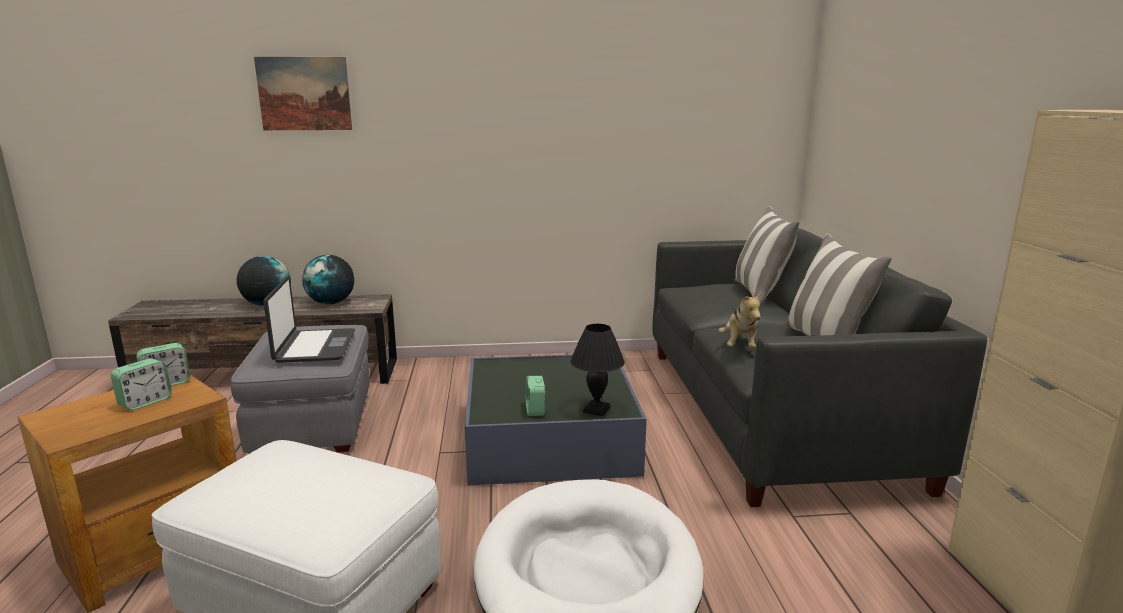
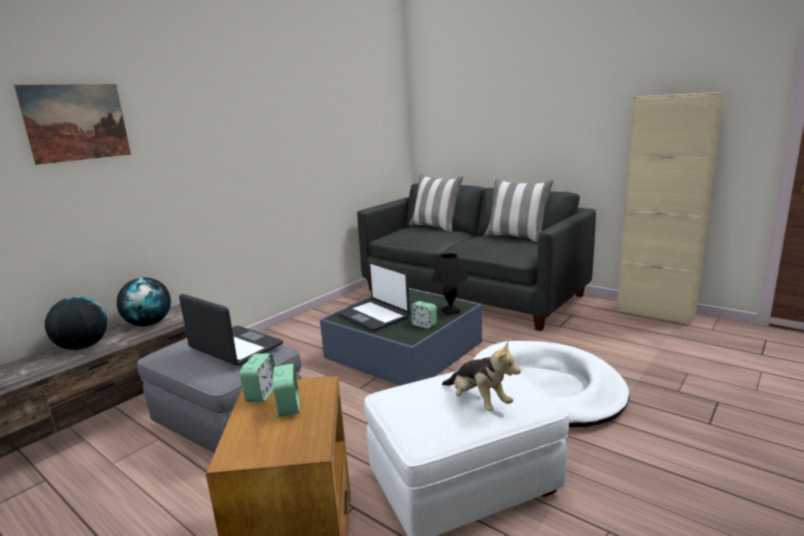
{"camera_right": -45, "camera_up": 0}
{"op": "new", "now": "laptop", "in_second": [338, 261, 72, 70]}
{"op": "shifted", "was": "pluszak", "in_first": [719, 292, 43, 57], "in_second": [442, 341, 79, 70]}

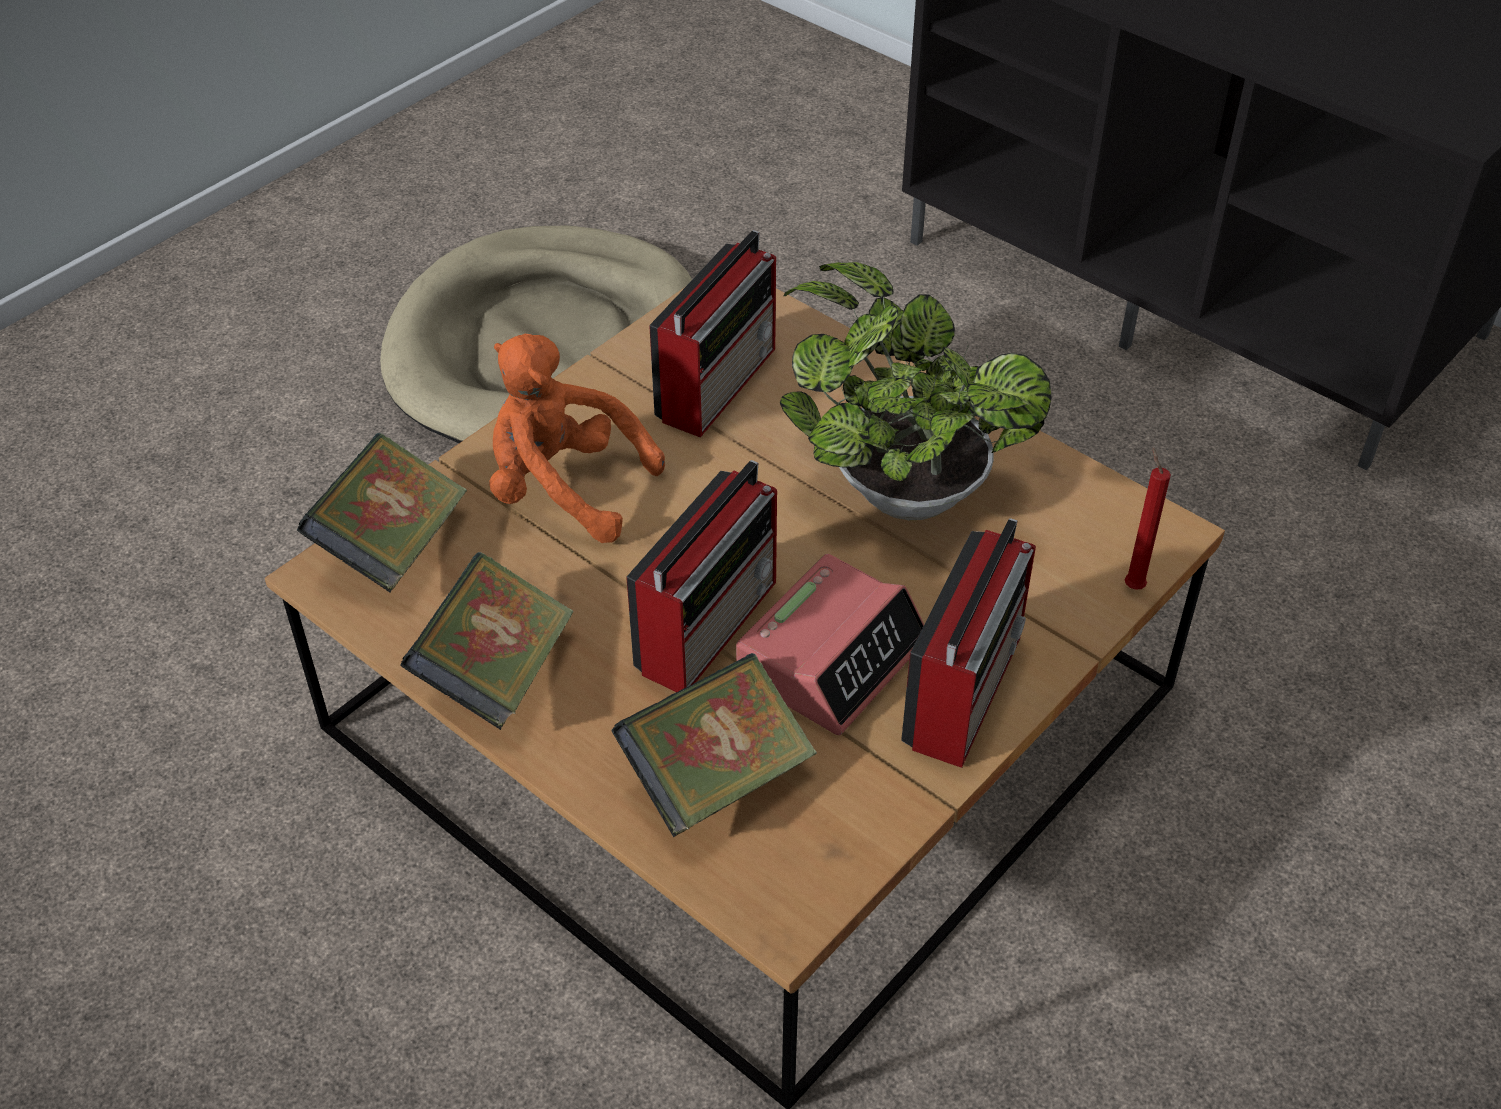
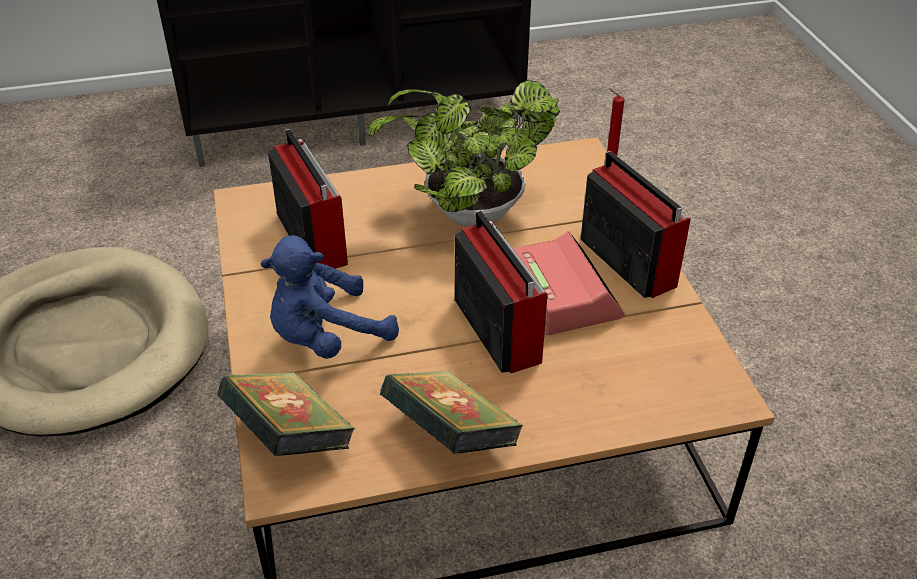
{"camera_right": -55, "camera_up": -5}
{"op": "gone", "was": "książka", "in_first": [611, 653, 206, 184]}
{"op": "repainted", "was": "pluszak (pomarańczowy)", "now": "pluszak (niebieski)", "in_first": [490, 334, 175, 209], "in_second": [261, 235, 138, 124]}

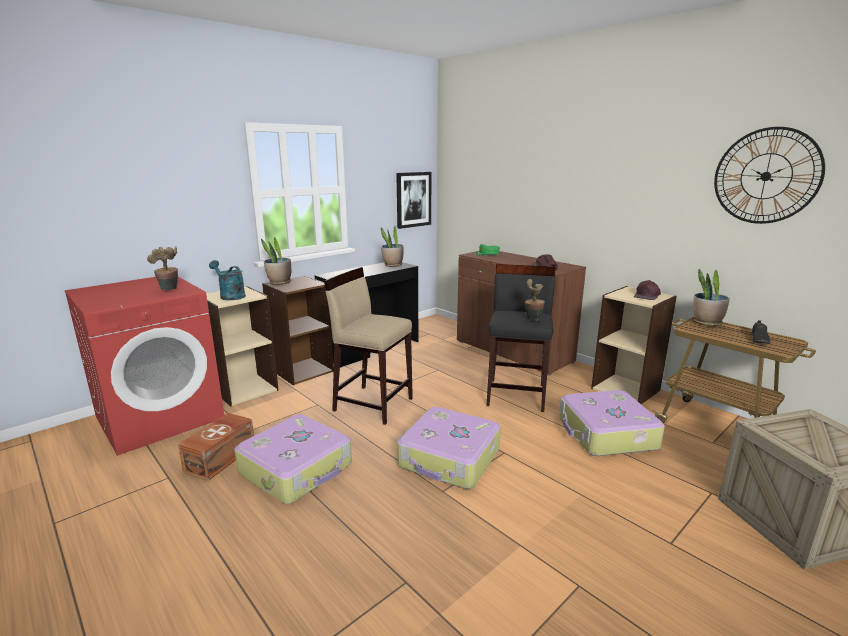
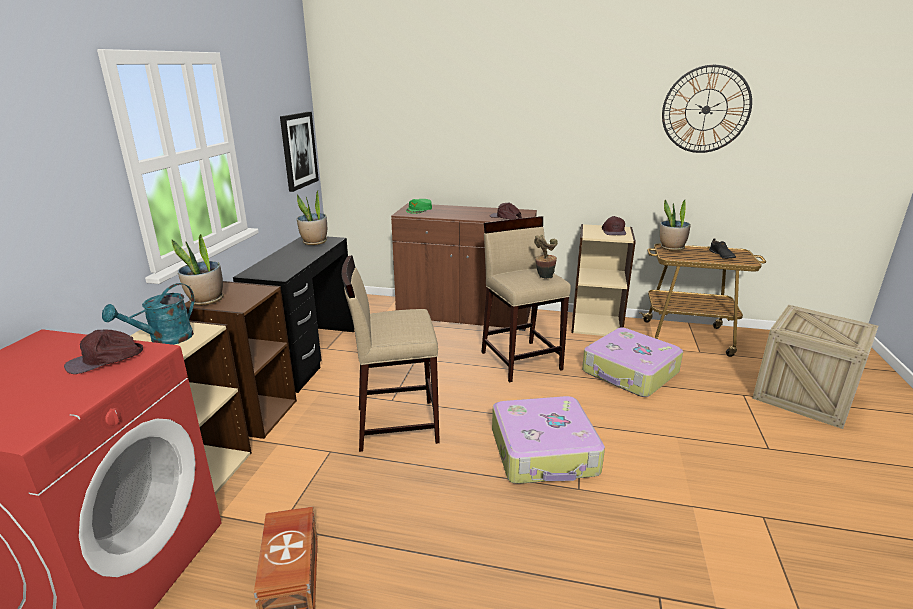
{"camera_right": -35, "camera_up": 5}
{"op": "gone", "was": "walizka", "in_first": [235, 414, 117, 90]}
{"op": "swapped", "was": "roślina doniczkowa", "now": "czapka z daszkiem (brązowy)", "in_first": [147, 246, 31, 44], "in_second": [64, 330, 79, 44]}
{"op": "repainted", "was": "stołek (czarny)", "now": "stołek (beżowy)", "in_first": [486, 264, 70, 148], "in_second": [481, 216, 90, 166]}
{"op": "rotated", "was": "konewka (turkusowy)", "in_first": [209, 260, 37, 40], "in_second": [102, 283, 92, 62], "clockwise": -60}

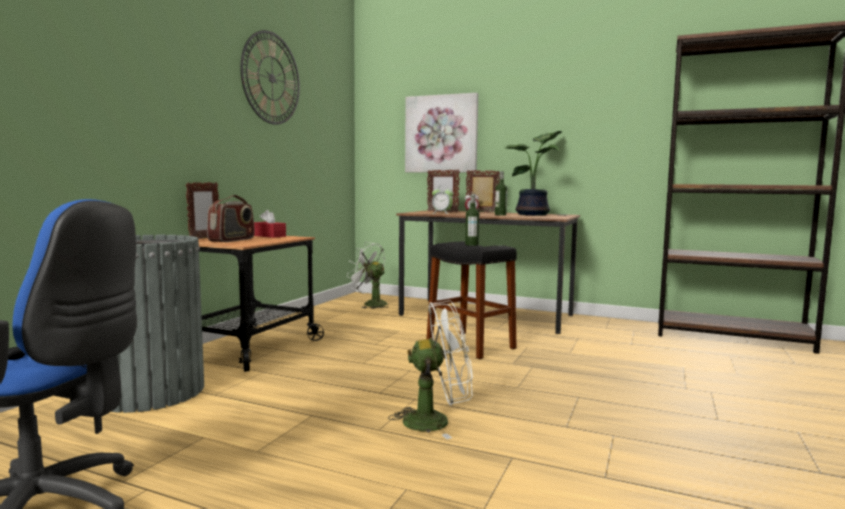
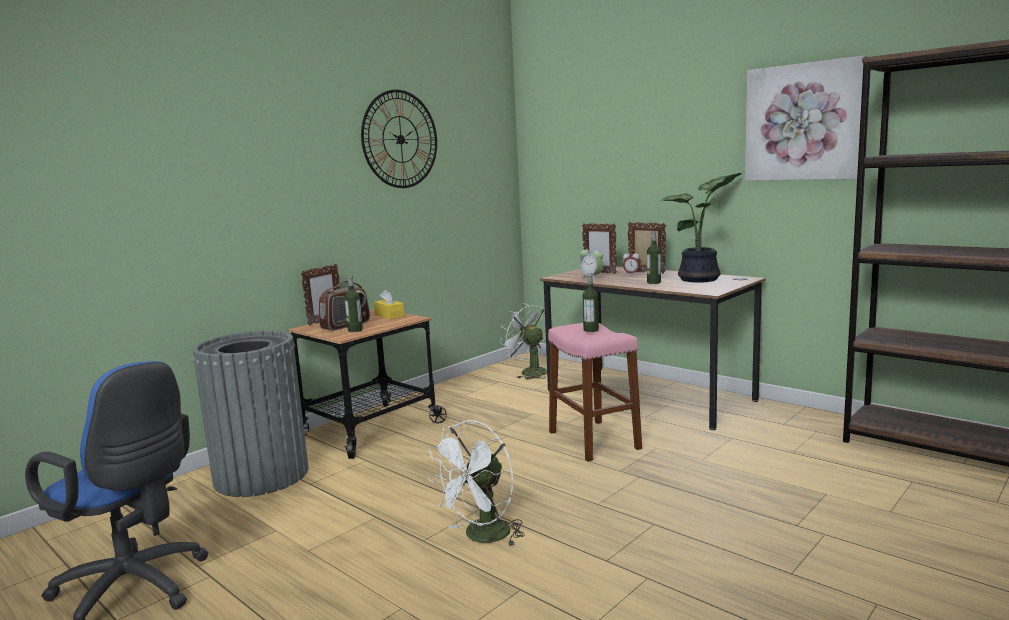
{"camera_right": 20, "camera_up": 5}
{"op": "new", "now": "butelka", "in_second": [345, 275, 18, 57]}
{"op": "shifted", "was": "obraz", "in_first": [405, 93, 73, 80], "in_second": [745, 55, 122, 126]}
{"op": "repainted", "was": "pudełko chusteczek (czerwony)", "now": "pudełko chusteczek (żółty)", "in_first": [254, 210, 32, 28], "in_second": [374, 290, 30, 29]}
{"op": "repainted", "was": "stołek (czarny)", "now": "stołek (różowy)", "in_first": [427, 241, 90, 118], "in_second": [548, 323, 94, 139]}
{"op": "rotated", "was": "wentylator (biały)", "in_first": [388, 300, 85, 139], "in_second": [427, 420, 98, 127], "clockwise": 120}

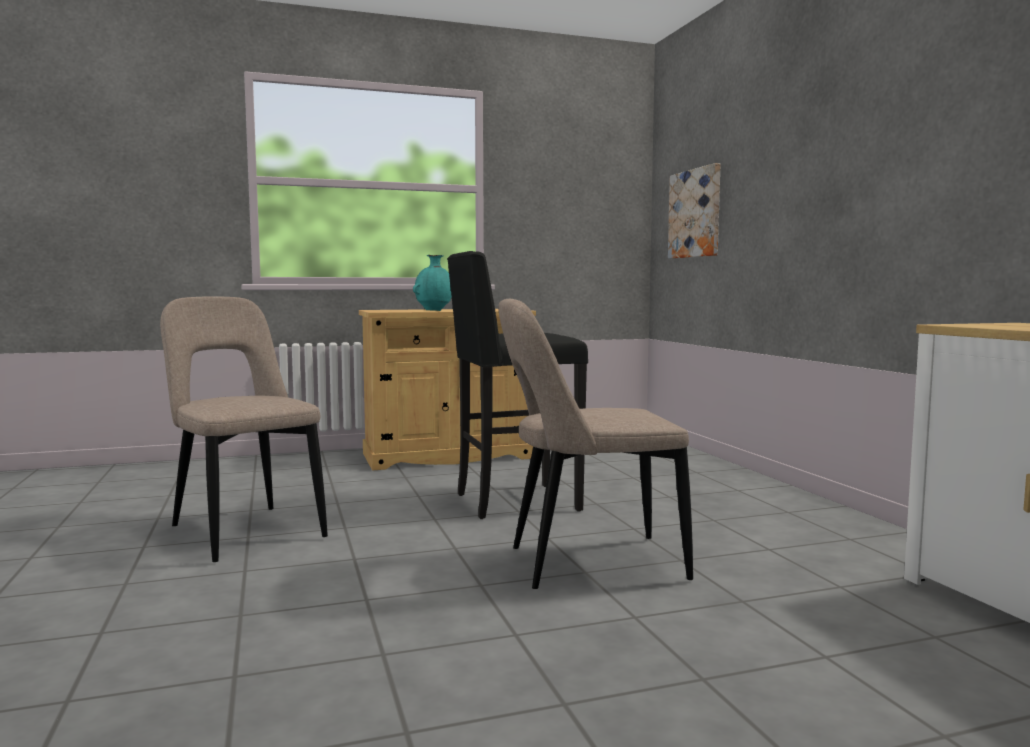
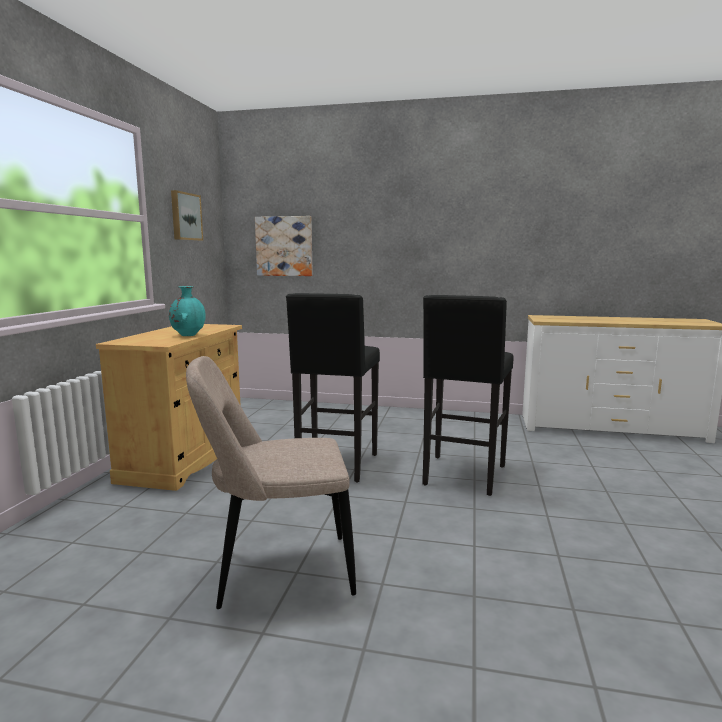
{"camera_right": -60, "camera_up": 5}
{"op": "new", "now": "obraz", "in_second": [171, 190, 32, 51]}
{"op": "swapped", "was": "krzesło (beżowy)", "now": "stołek (czarny)", "in_first": [498, 299, 195, 290], "in_second": [422, 295, 91, 201]}

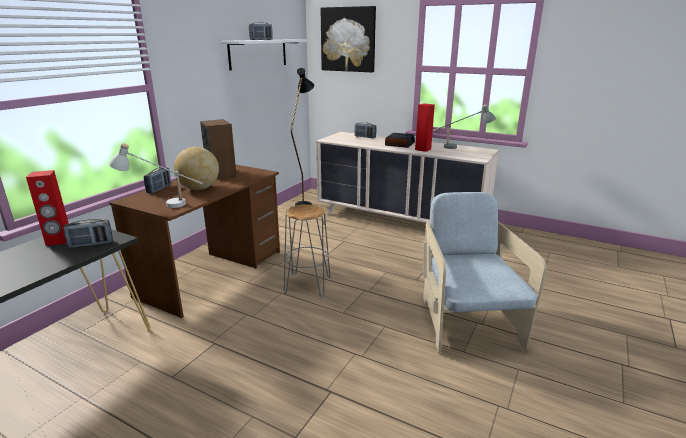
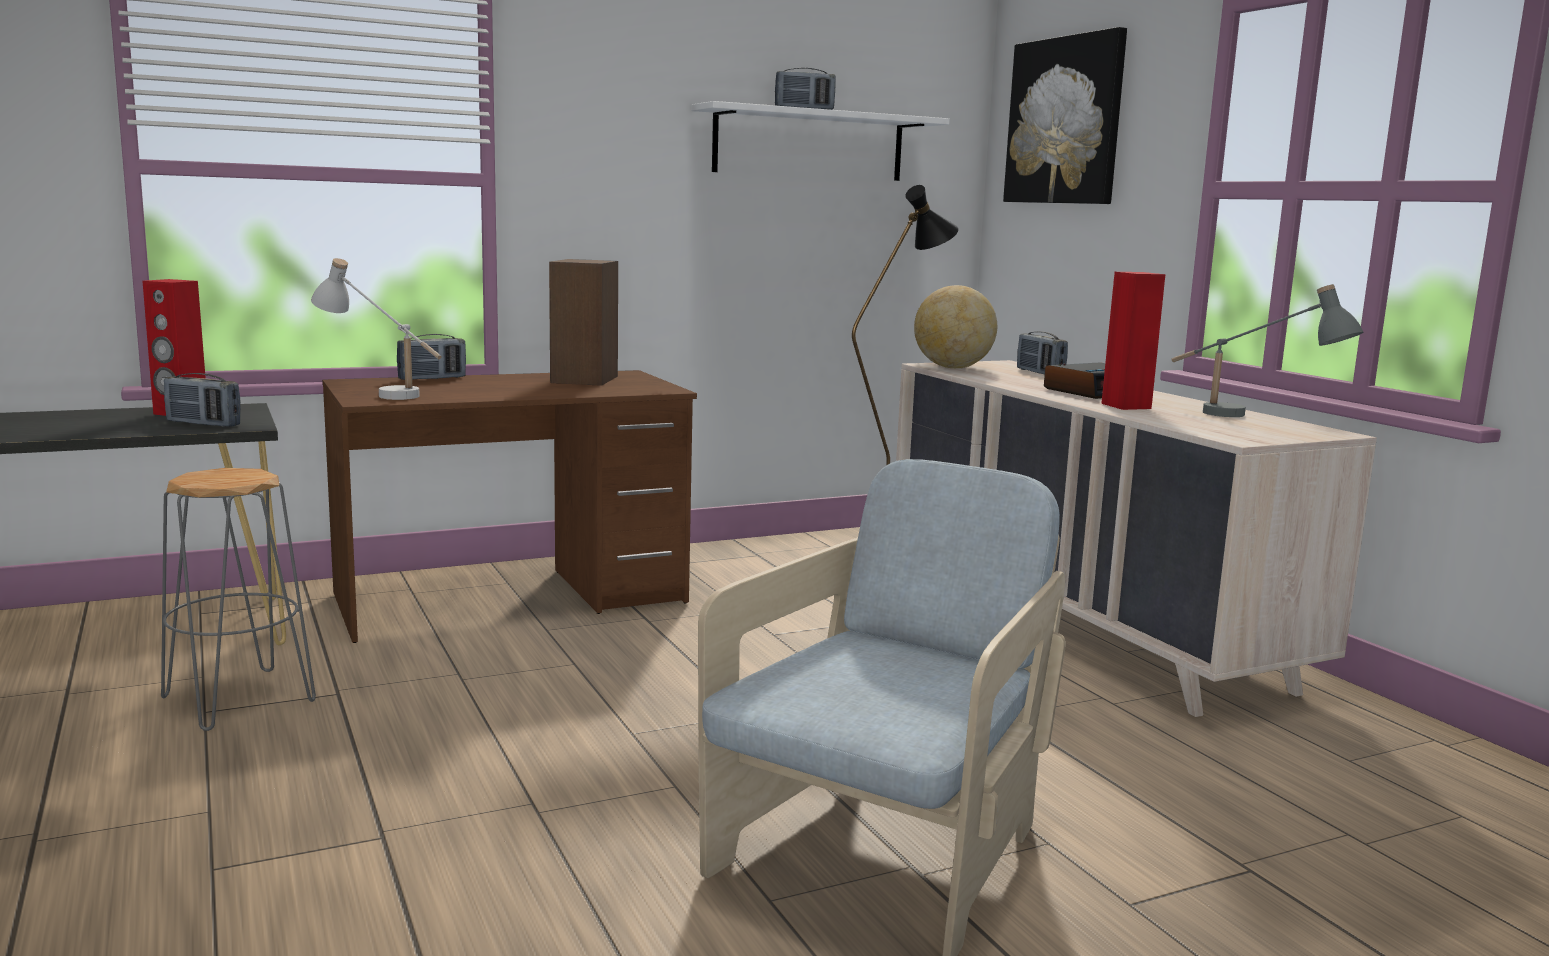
{"camera_right": 35, "camera_up": -10}
{"op": "shifted", "was": "globus", "in_first": [174, 147, 45, 43], "in_second": [914, 285, 83, 83]}
{"op": "shifted", "was": "stołek (szary)", "in_first": [284, 204, 47, 93], "in_second": [161, 468, 155, 263]}

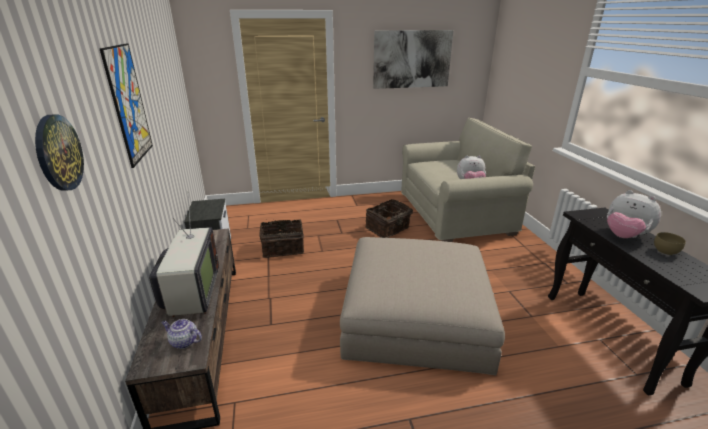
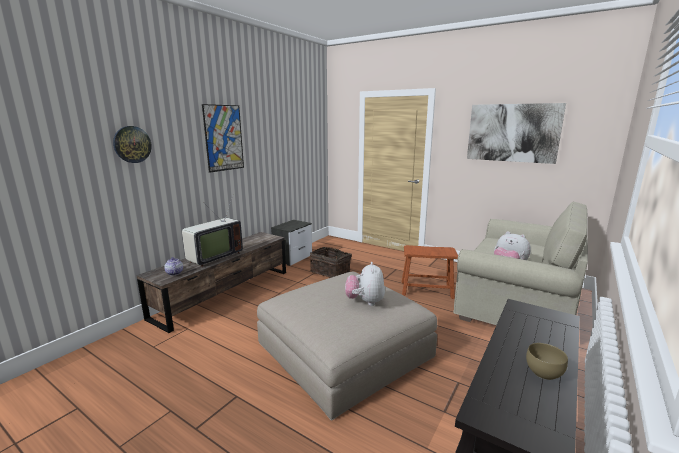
{"camera_right": 45, "camera_up": -10}
{"op": "shifted", "was": "pluszak", "in_first": [607, 190, 54, 48], "in_second": [345, 262, 40, 44]}
{"op": "swapped", "was": "koszyk", "now": "stołek (brązowy)", "in_first": [366, 199, 51, 39], "in_second": [402, 245, 56, 54]}

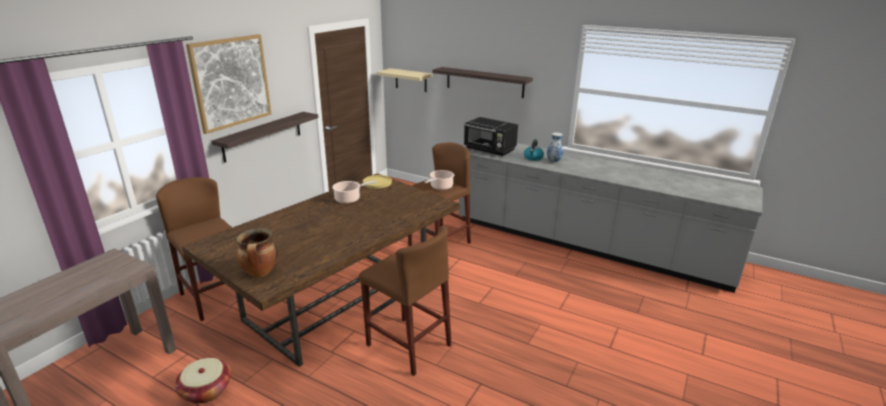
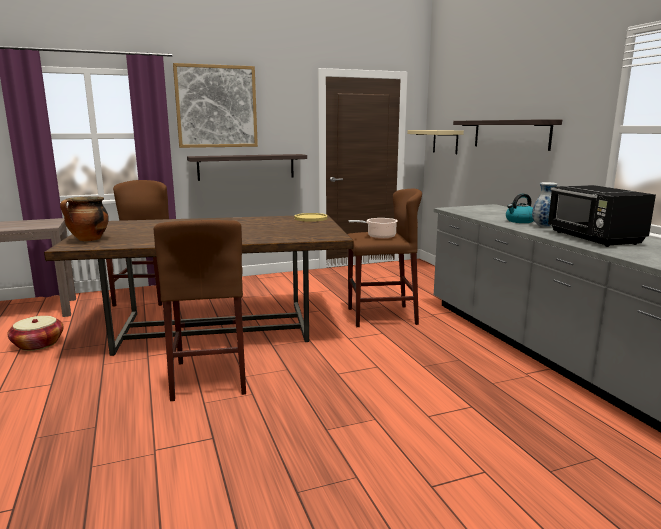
{"camera_right": 40, "camera_up": -10}
{"op": "gone", "was": "garnek", "in_first": [332, 181, 45, 23]}
{"op": "shifted", "was": "mikrofalówka (czarny)", "in_first": [464, 117, 54, 39], "in_second": [548, 185, 108, 62]}

